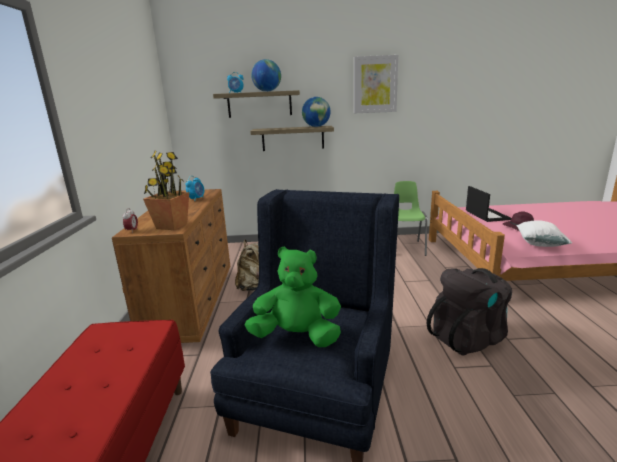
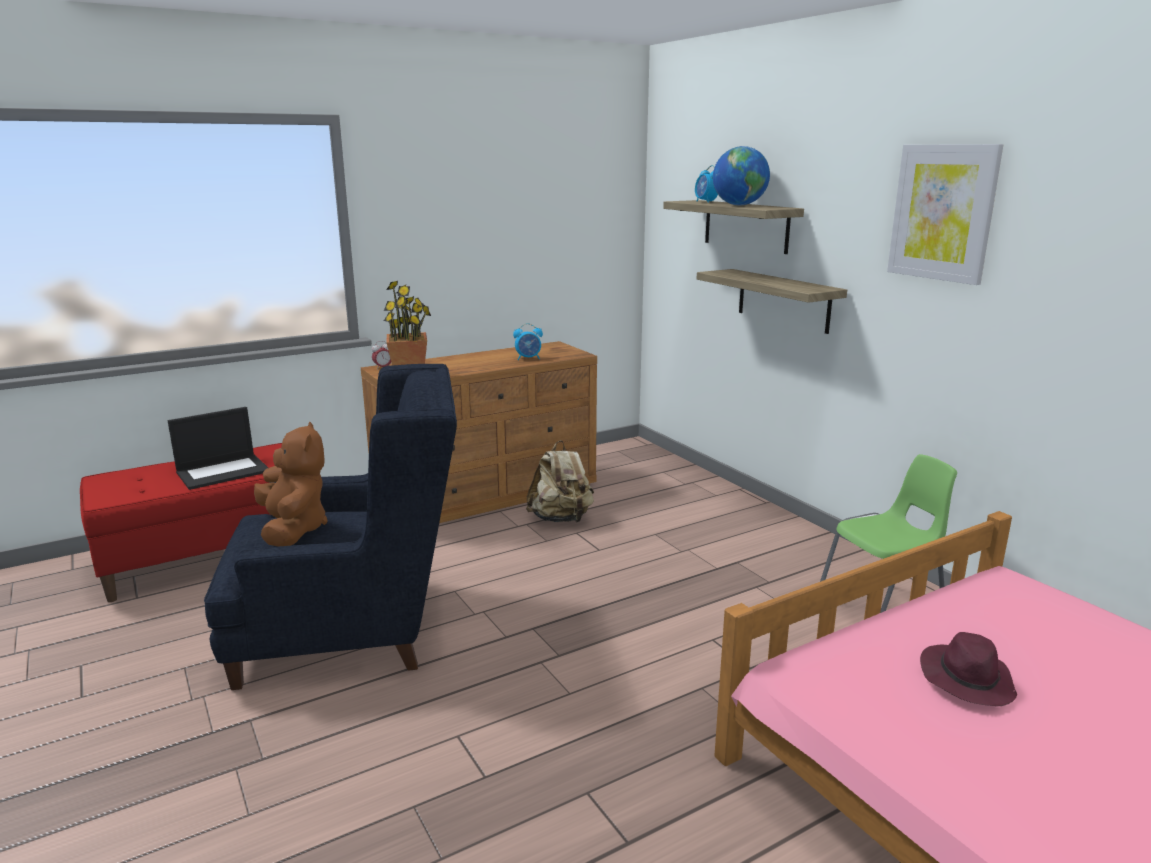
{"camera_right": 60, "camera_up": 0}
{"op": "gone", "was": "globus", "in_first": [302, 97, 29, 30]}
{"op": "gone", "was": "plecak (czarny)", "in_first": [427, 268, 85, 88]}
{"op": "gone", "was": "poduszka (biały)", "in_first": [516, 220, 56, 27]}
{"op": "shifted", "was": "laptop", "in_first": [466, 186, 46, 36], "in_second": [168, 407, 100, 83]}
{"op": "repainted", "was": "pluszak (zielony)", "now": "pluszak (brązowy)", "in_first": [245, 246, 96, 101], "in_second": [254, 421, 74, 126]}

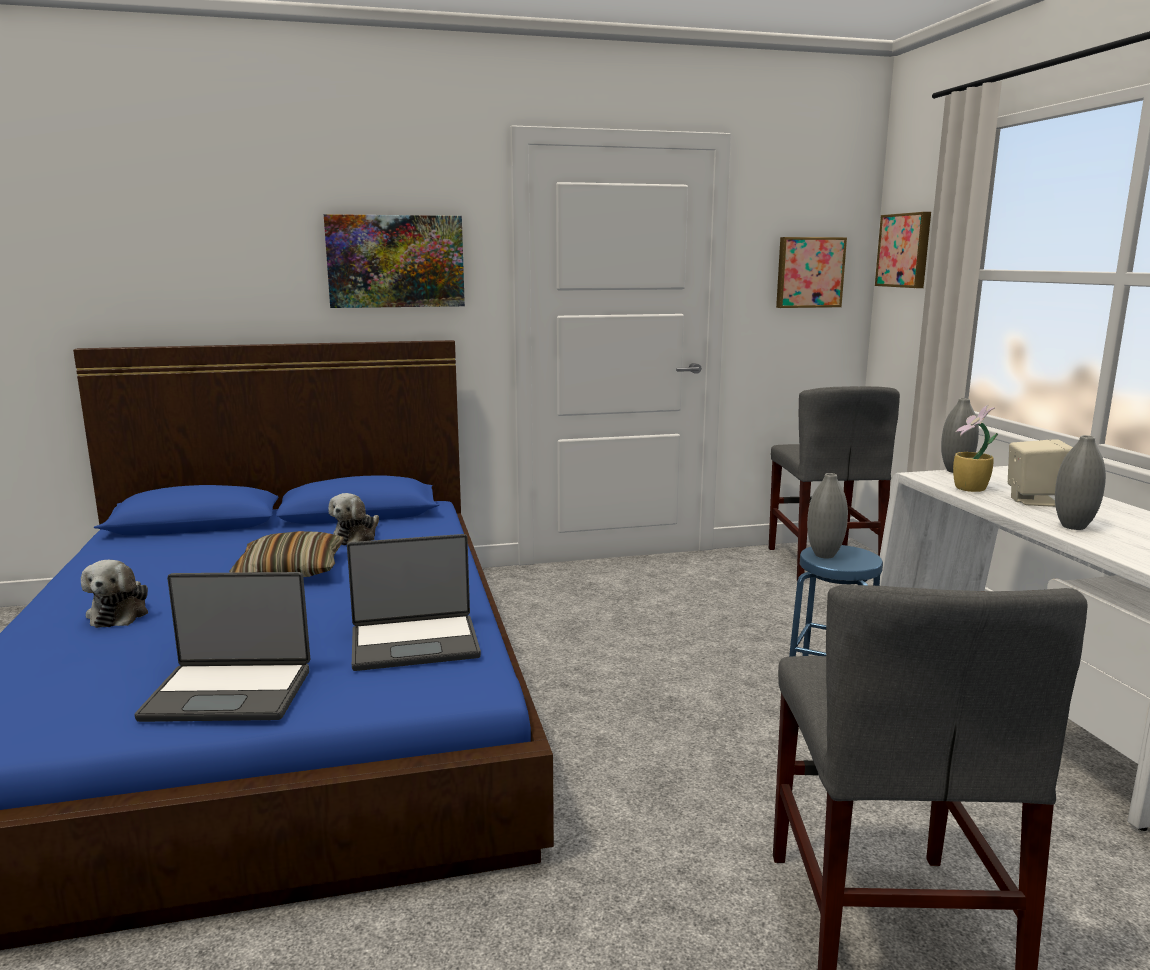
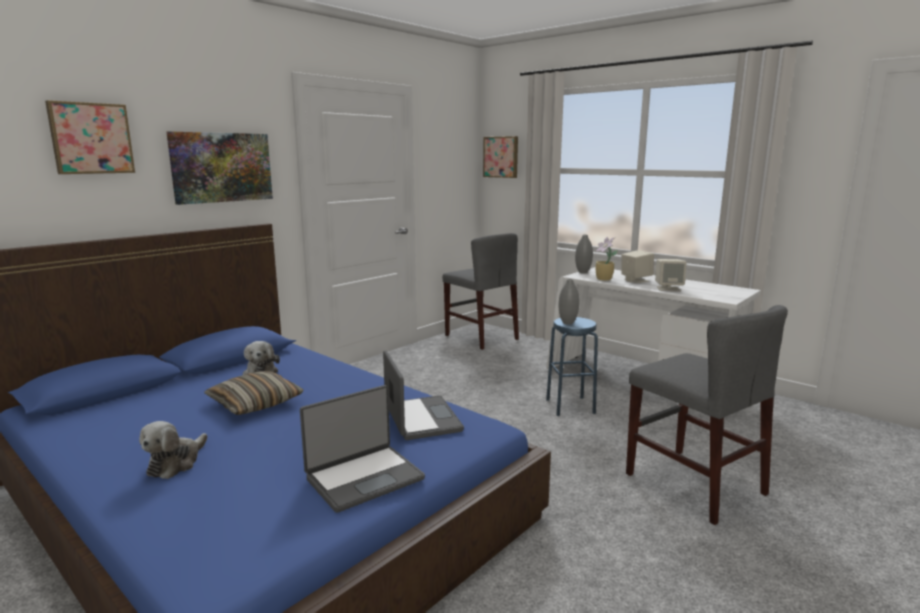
{"camera_right": -35, "camera_up": 0}
{"op": "shifted", "was": "obraz", "in_first": [776, 237, 71, 71], "in_second": [45, 100, 90, 74]}
{"op": "swapped", "was": "wazon (szary)", "now": "głośnik (beżowy)", "in_first": [1055, 435, 51, 95], "in_second": [655, 259, 32, 32]}
{"op": "rotated", "was": "pluszak", "in_first": [81, 560, 67, 68], "in_second": [139, 421, 68, 58], "clockwise": 60}
{"op": "rotated", "was": "laptop", "in_first": [347, 534, 134, 137], "in_second": [383, 350, 81, 90], "clockwise": -60}

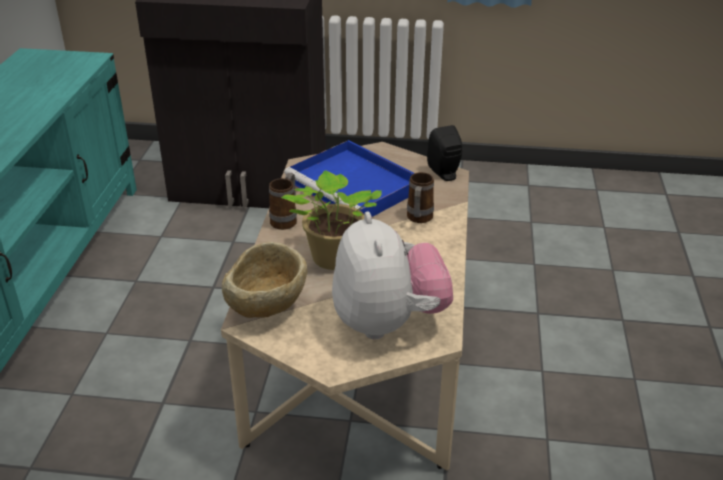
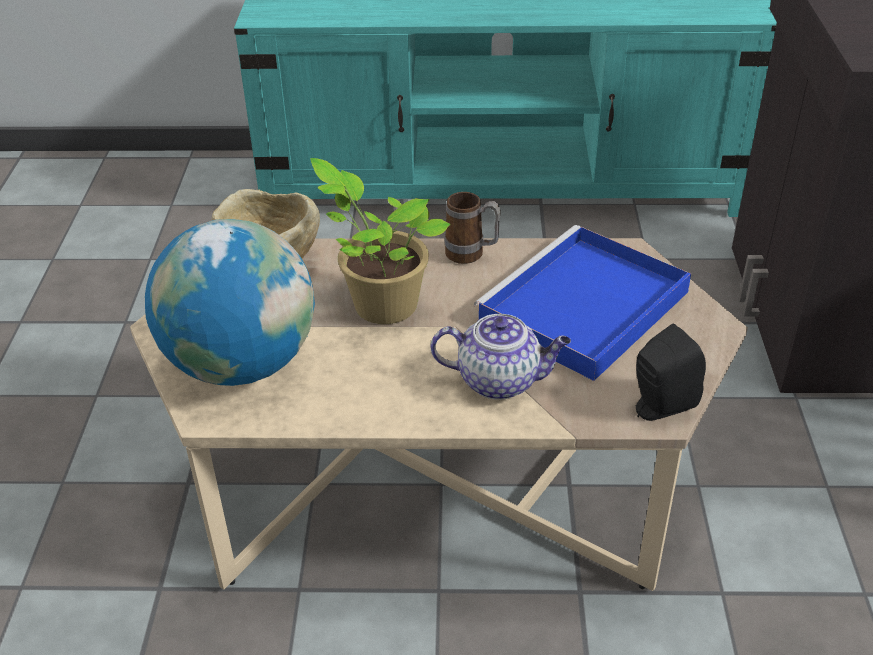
{"camera_right": 85, "camera_up": 5}
{"op": "swapped", "was": "pluszak", "now": "globus", "in_first": [332, 212, 121, 127], "in_second": [145, 219, 170, 167]}
{"op": "swapped", "was": "kubek", "now": "imbryk", "in_first": [407, 172, 27, 51], "in_second": [430, 314, 141, 86]}

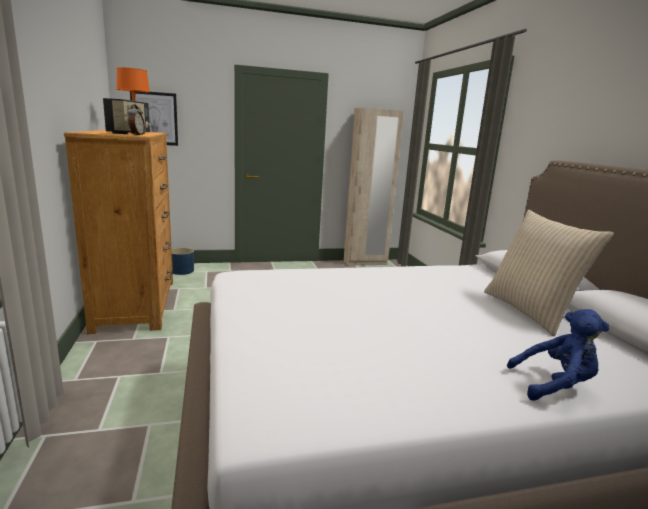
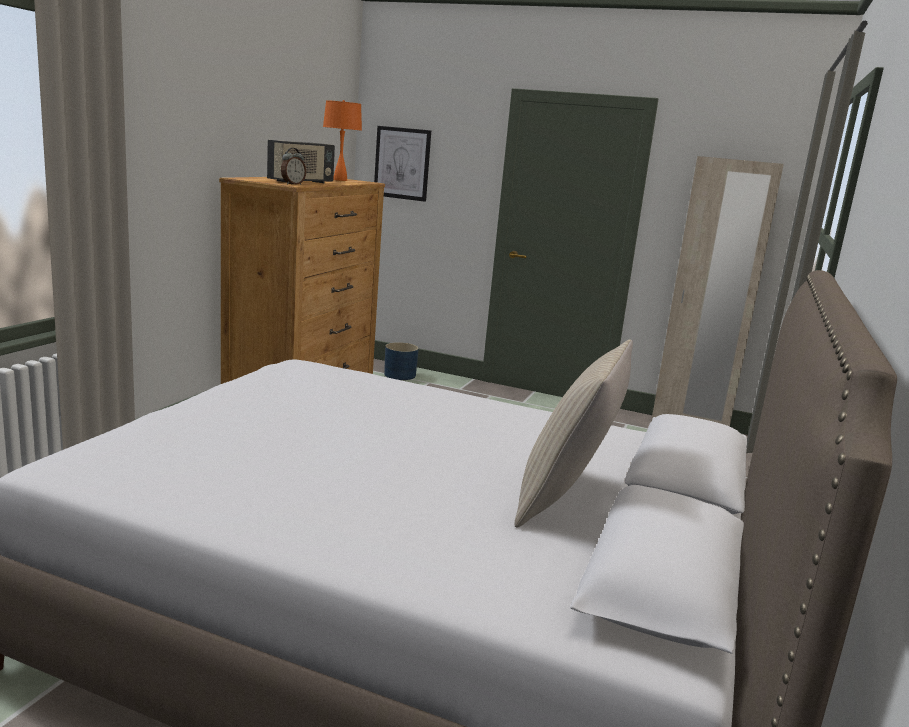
{"camera_right": 35, "camera_up": 0}
{"op": "gone", "was": "pluszak (niebieski)", "in_first": [507, 309, 103, 92]}

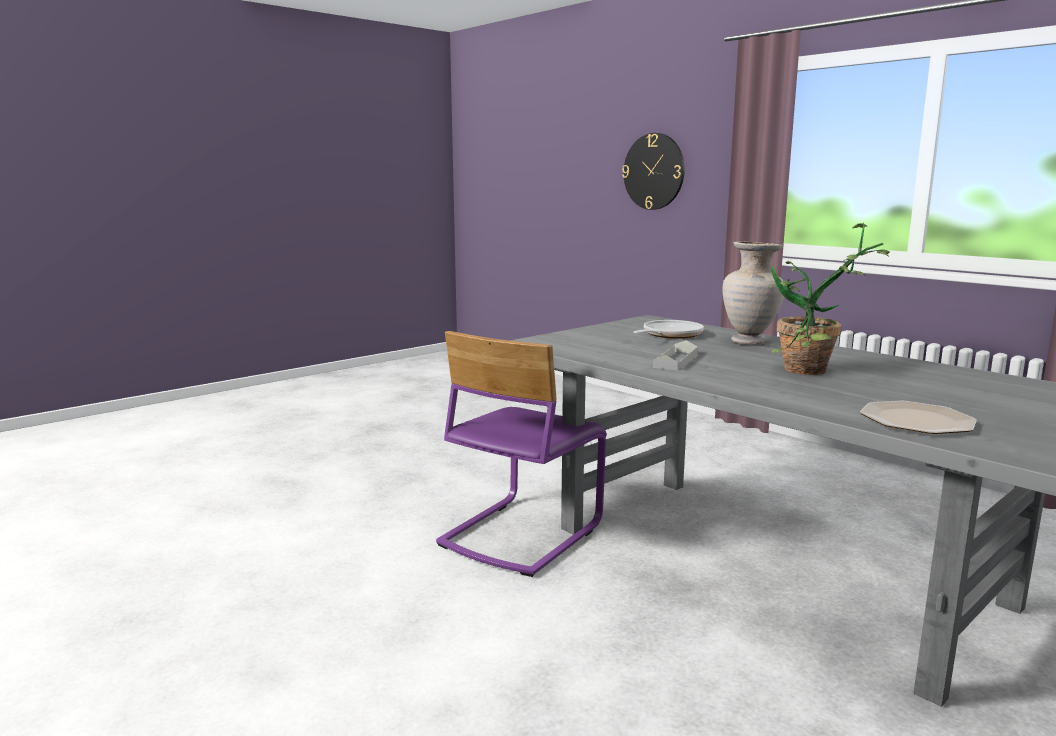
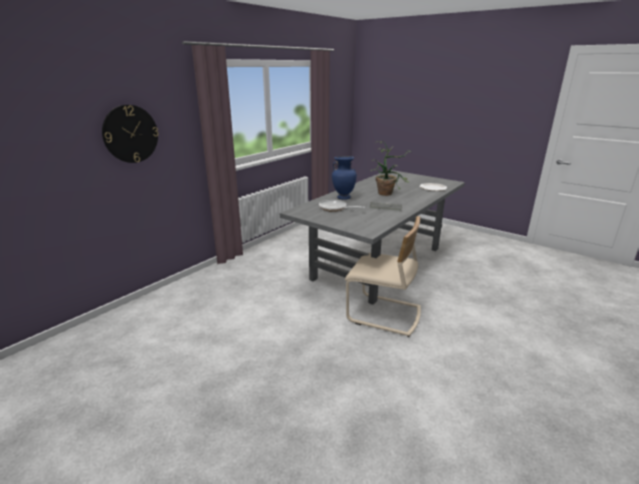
{"camera_right": -100, "camera_up": 10}
{"op": "repainted", "was": "krzesło (fioletowy)", "now": "krzesło (beżowy)", "in_first": [436, 331, 171, 246], "in_second": [345, 216, 76, 121]}
{"op": "repainted", "was": "wazon (beżowy)", "now": "wazon (niebieski)", "in_first": [722, 242, 62, 103], "in_second": [332, 156, 25, 44]}

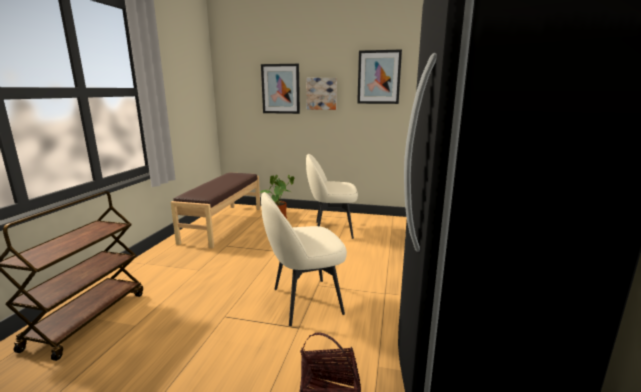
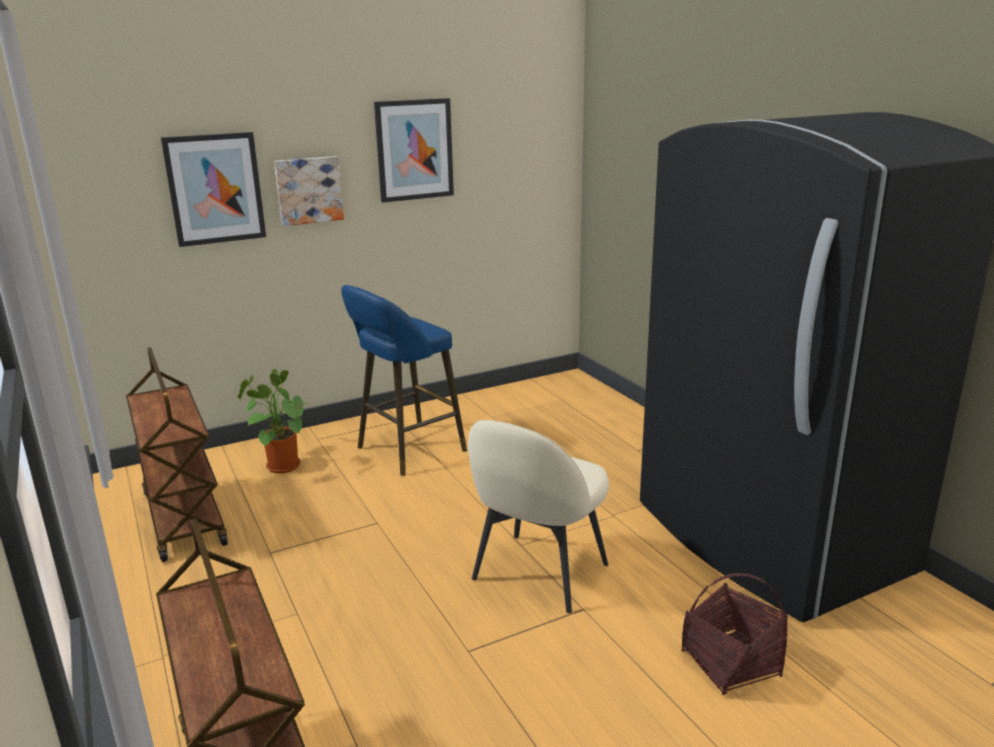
{"camera_right": -40, "camera_up": 5}
{"op": "swapped", "was": "ławka (brązowy)", "now": "wózek (brązowy)", "in_first": [171, 173, 90, 75], "in_second": [126, 347, 102, 215]}
{"op": "swapped", "was": "krzesło (beżowy)", "now": "stołek (niebieski)", "in_first": [306, 154, 52, 85], "in_second": [341, 285, 126, 191]}

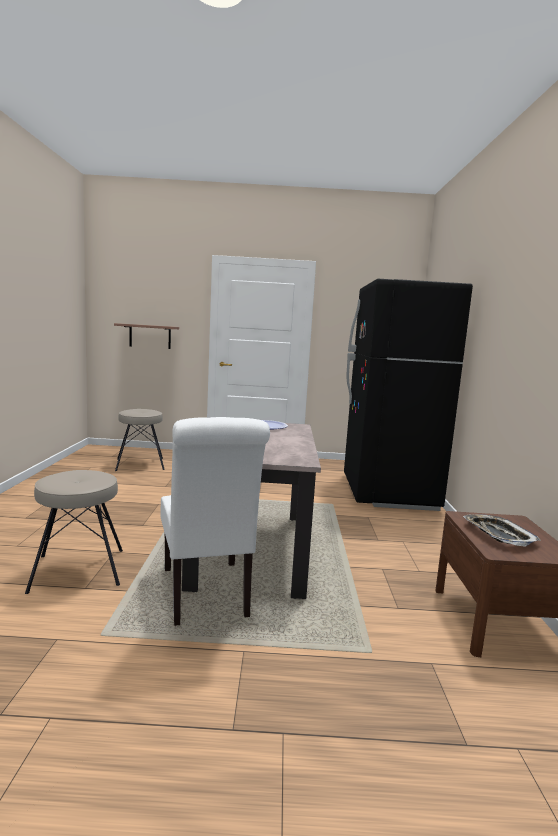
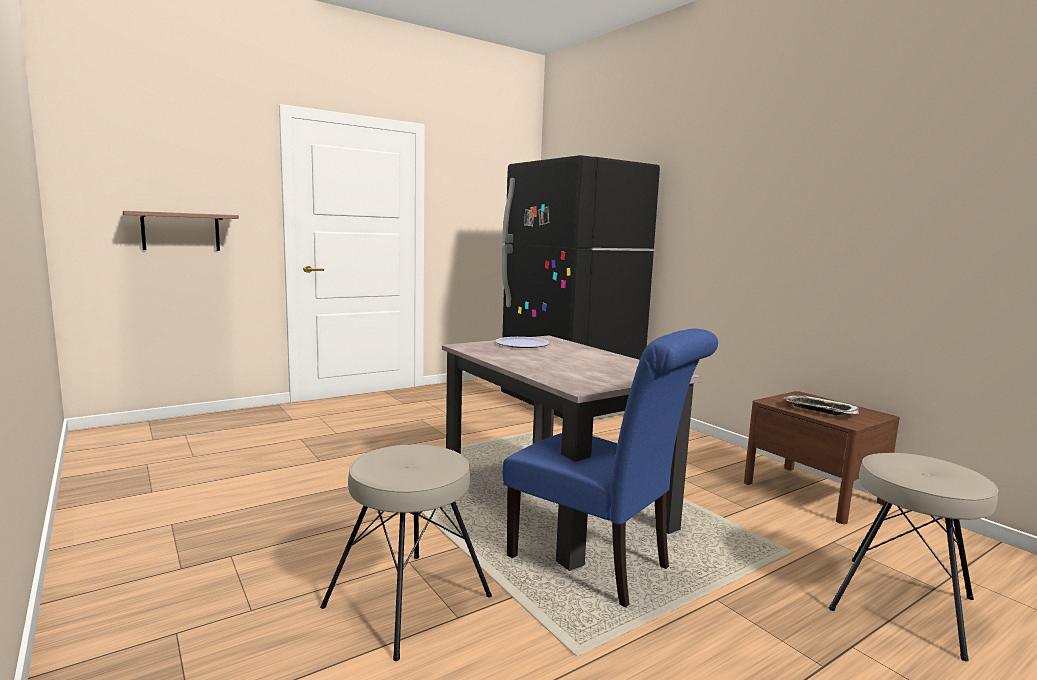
{"camera_right": -35, "camera_up": 0}
{"op": "shifted", "was": "stołek (beżowy)", "in_first": [115, 409, 50, 62], "in_second": [828, 453, 171, 208]}
{"op": "repainted", "was": "krzesło (biały)", "now": "krzesło (niebieski)", "in_first": [161, 417, 109, 209], "in_second": [503, 329, 215, 279]}

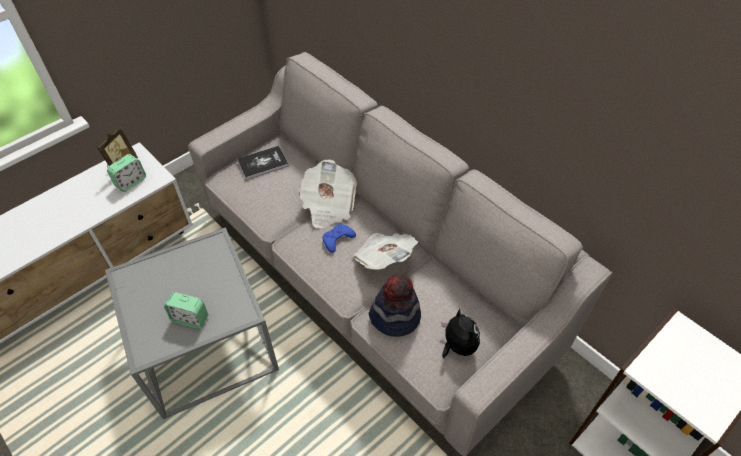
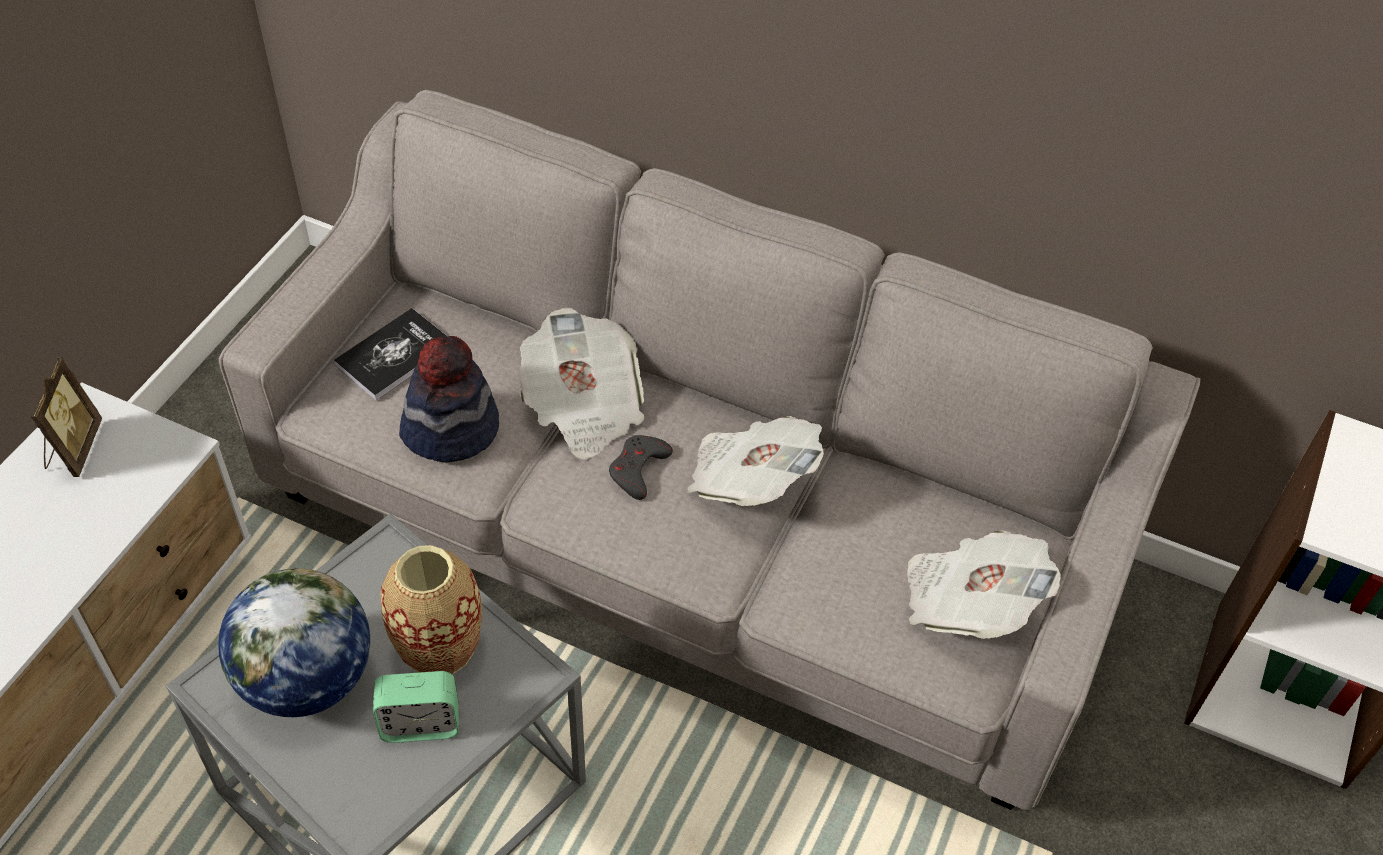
{"camera_right": -25, "camera_up": 0}
{"op": "gone", "was": "budzik", "in_first": [107, 154, 39, 38]}
{"op": "new", "now": "globus", "in_second": [218, 568, 152, 149]}
{"op": "new", "now": "wazon", "in_second": [380, 545, 102, 129]}
{"op": "shifted", "was": "kapelusz", "in_first": [369, 275, 52, 62], "in_second": [399, 336, 100, 126]}
{"op": "swapped", "was": "pluszak", "now": "gazeta", "in_first": [441, 308, 39, 50], "in_second": [907, 530, 154, 109]}
{"op": "repainted", "was": "pad do gier (niebieski)", "now": "pad do gier (szary)", "in_first": [322, 224, 34, 29], "in_second": [609, 435, 64, 65]}

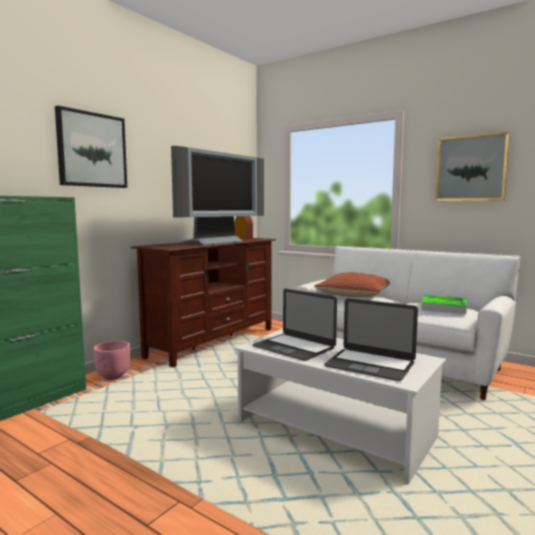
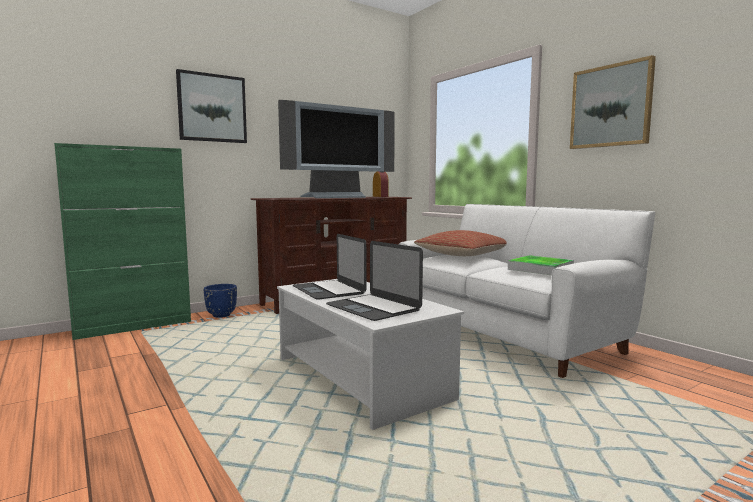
{"camera_right": 20, "camera_up": 0}
{"op": "repainted", "was": "donica (różowy)", "now": "donica (niebieski)", "in_first": [93, 341, 37, 39], "in_second": [203, 284, 34, 34]}

